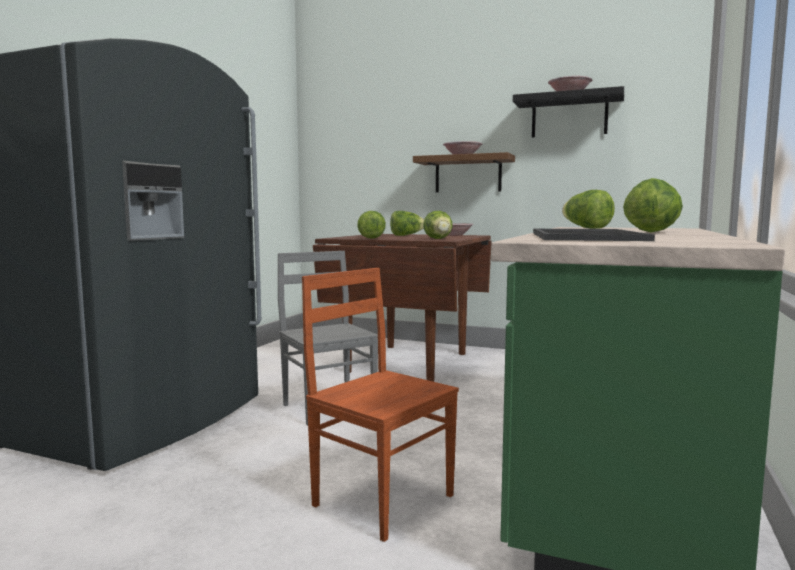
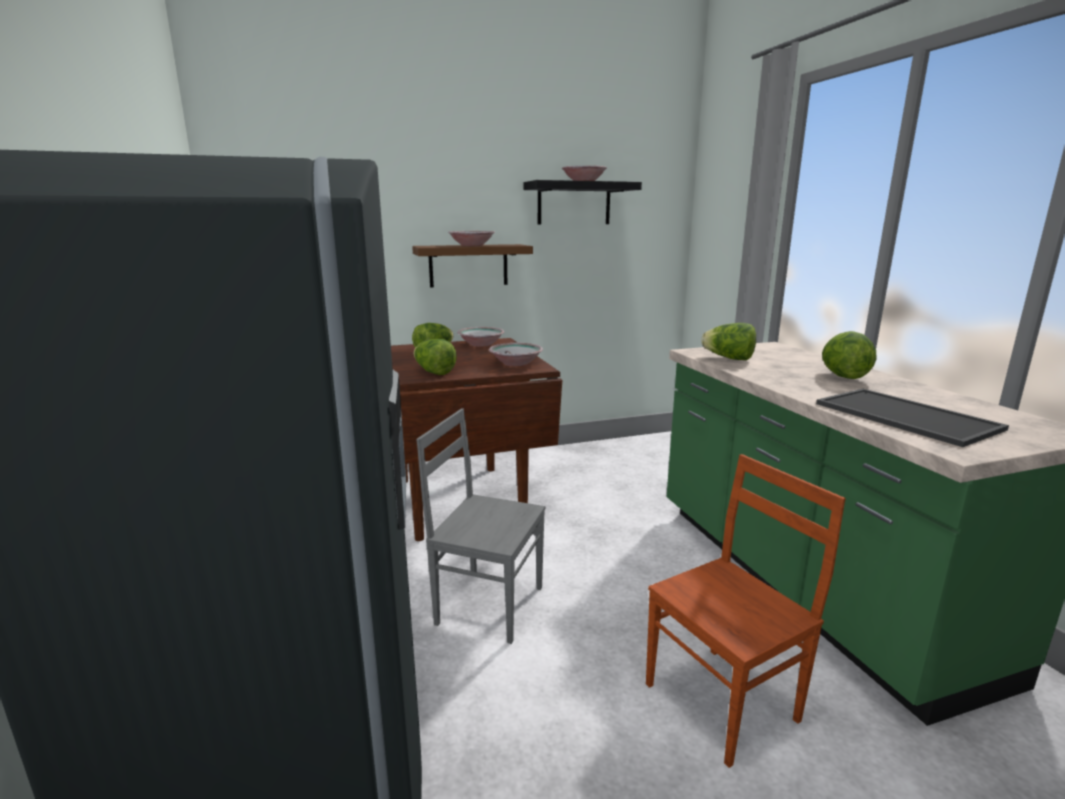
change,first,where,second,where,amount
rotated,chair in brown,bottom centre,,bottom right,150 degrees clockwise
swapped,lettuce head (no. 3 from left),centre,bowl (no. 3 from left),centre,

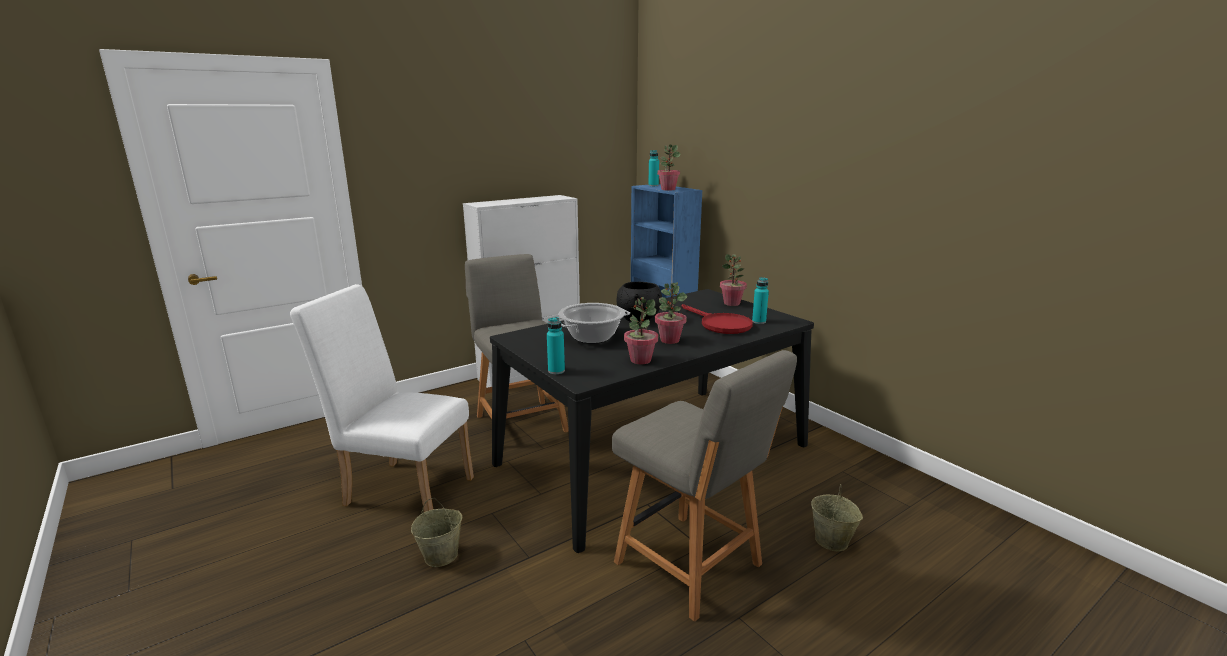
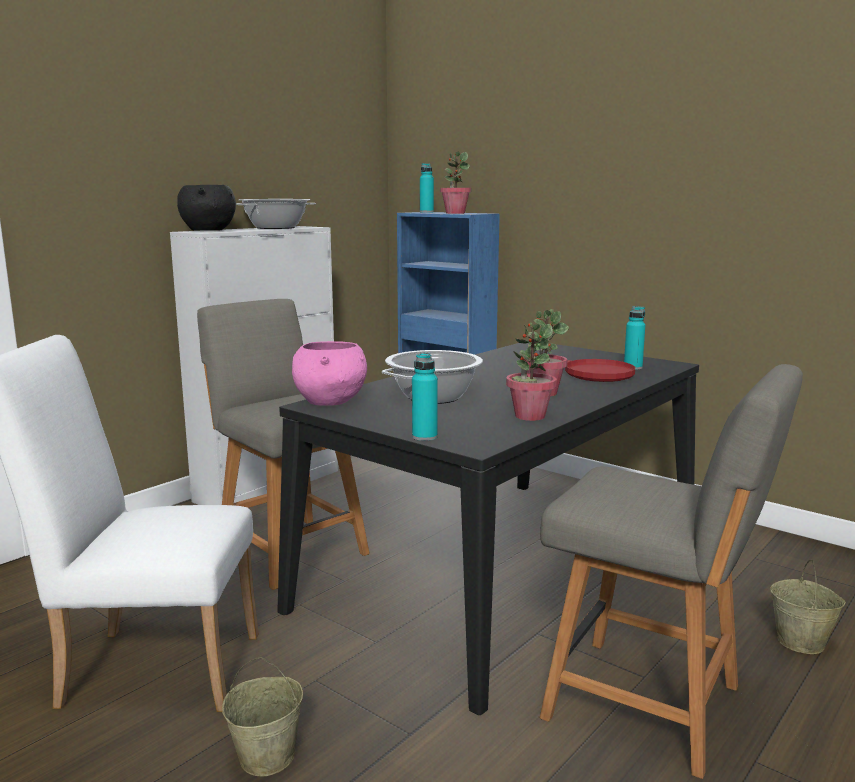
change,first,where,second,where,amount
shifted,bowl in black,centre,,top left,
gone,plant in a pot (no. 4 from left),centre,,,
new,,,cooking pot (no. 1 from left),top left,
new,,,bowl in pinkish,centre,

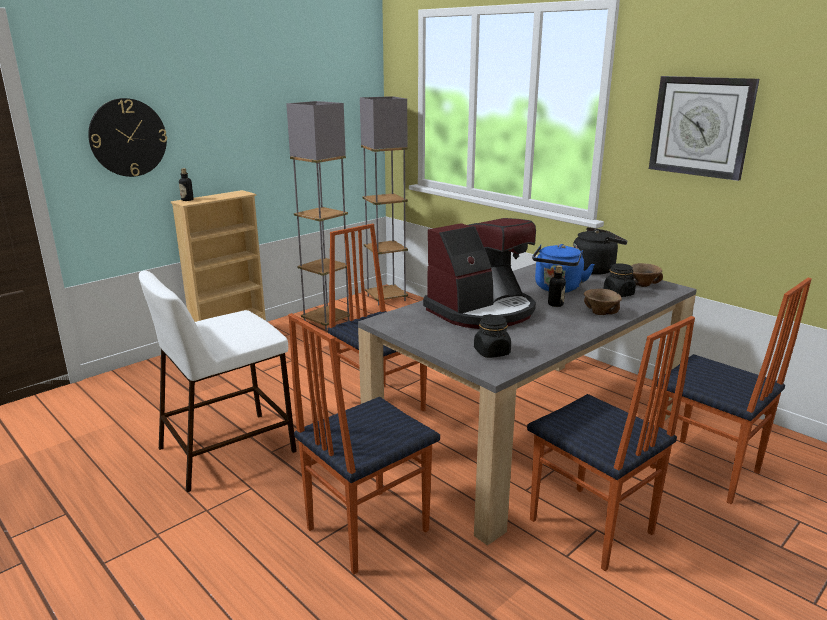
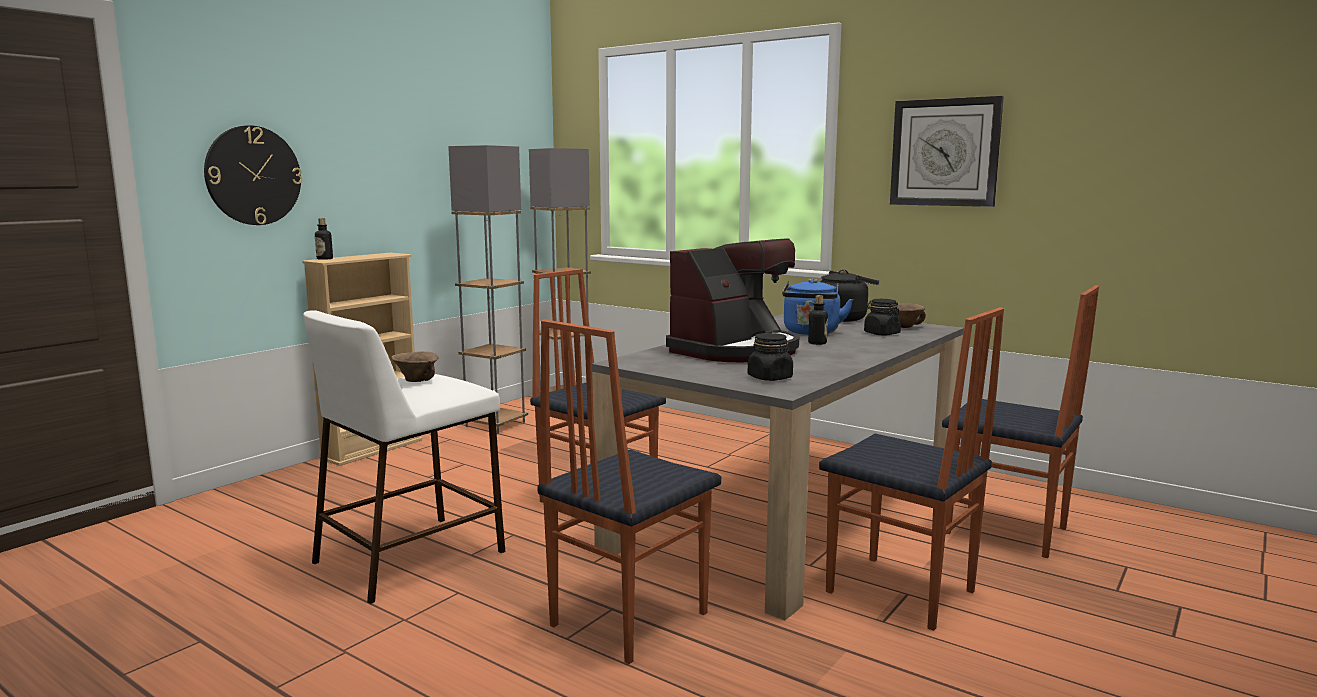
change,first,where,second,where,amount
shifted,bowl in brown (no. 1 from left),middle right,,middle left,

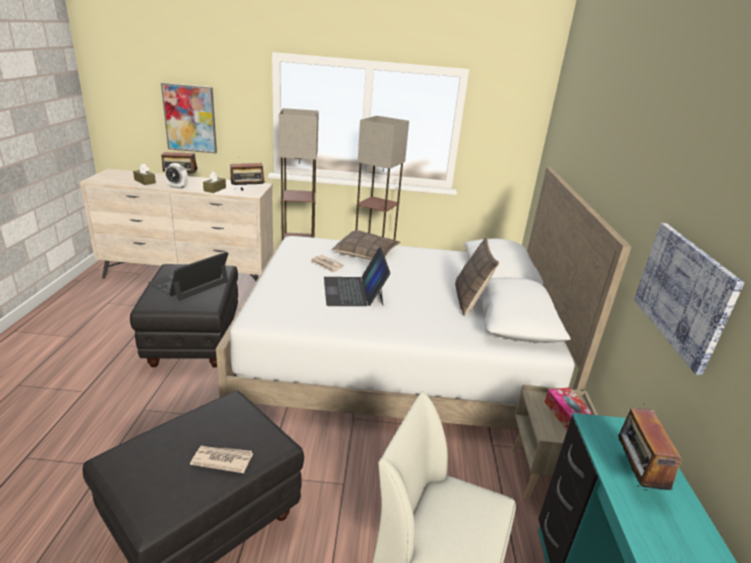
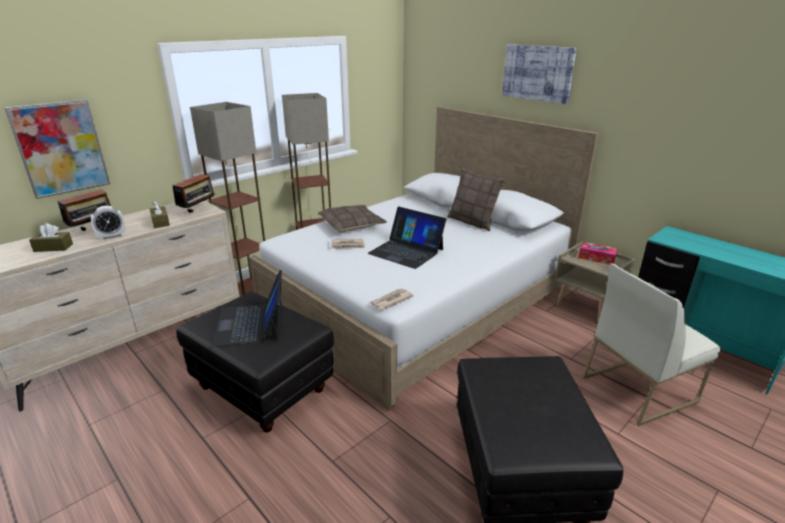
change,first,where,second,where,amount
shifted,printed paper (no. 1 from left in the first image),bottom left,printed paper (no. 2 from left),centre,
gone,radio (no. 3 from left),bottom right,,,
shifted,wall art (no. 2 from left),middle right,,top right,

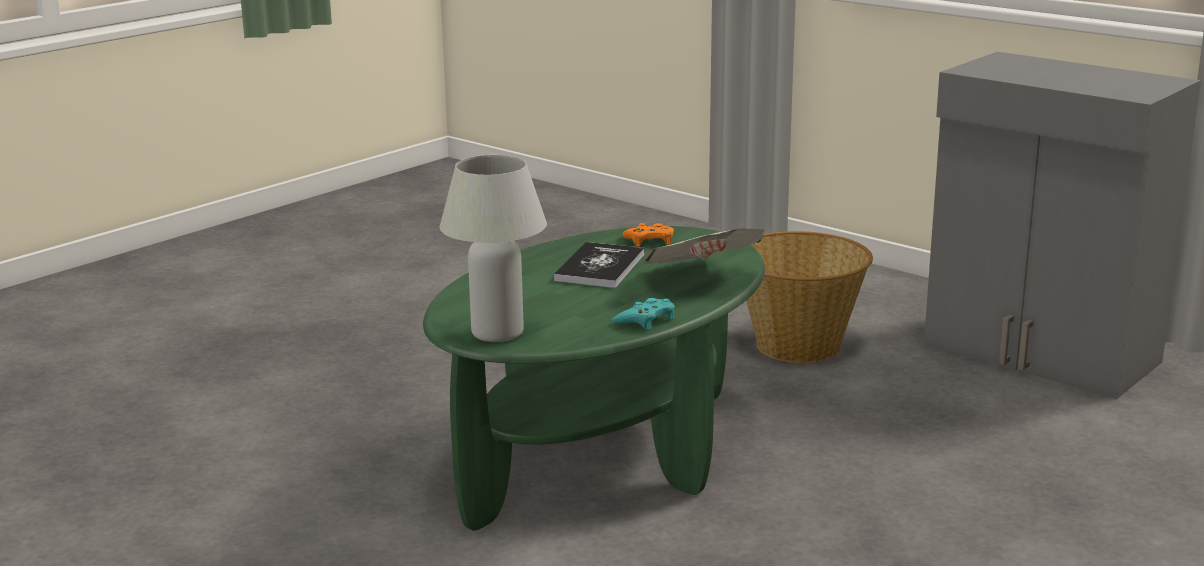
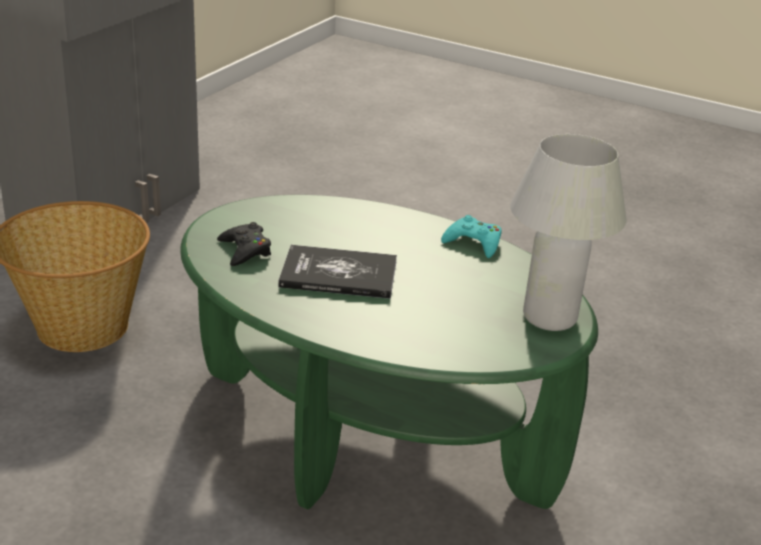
change,first,where,second,where,amount
repainted,joypad in orange-coloured,centre,joypad in black,middle left,
gone,printed paper,centre,,,

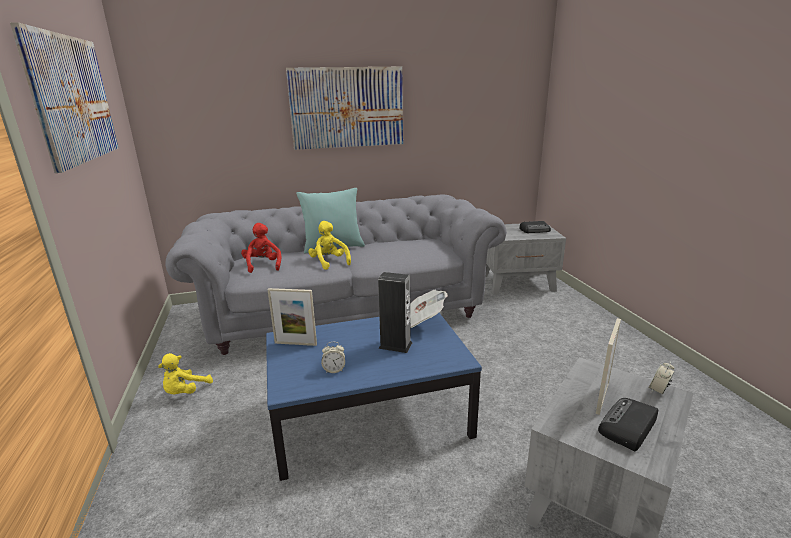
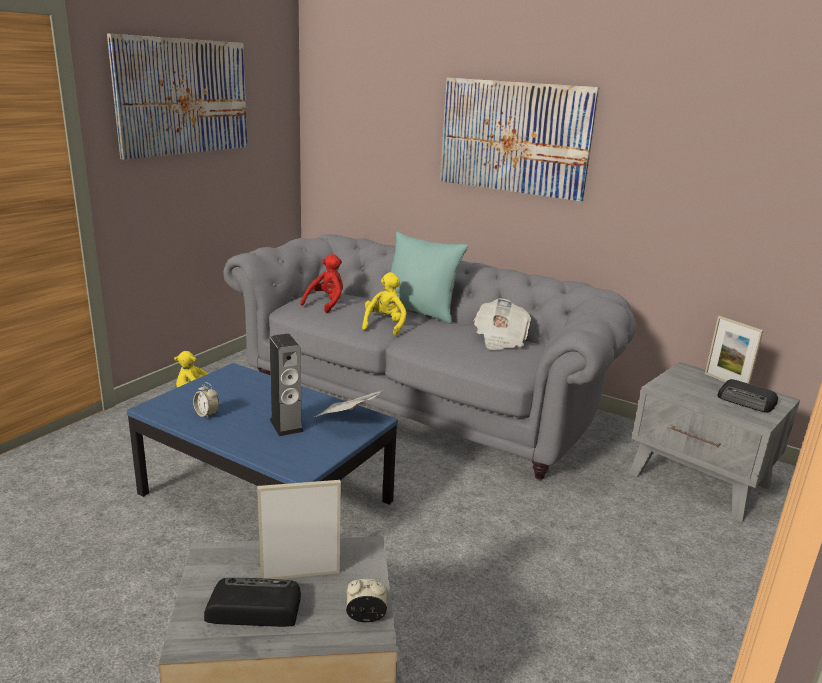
change,first,where,second,where,amount
shifted,picture frame (no. 1 from left in the first image),centre,picture frame (no. 2 from left),middle right,
new,,,printed paper (no. 2 from left),centre,

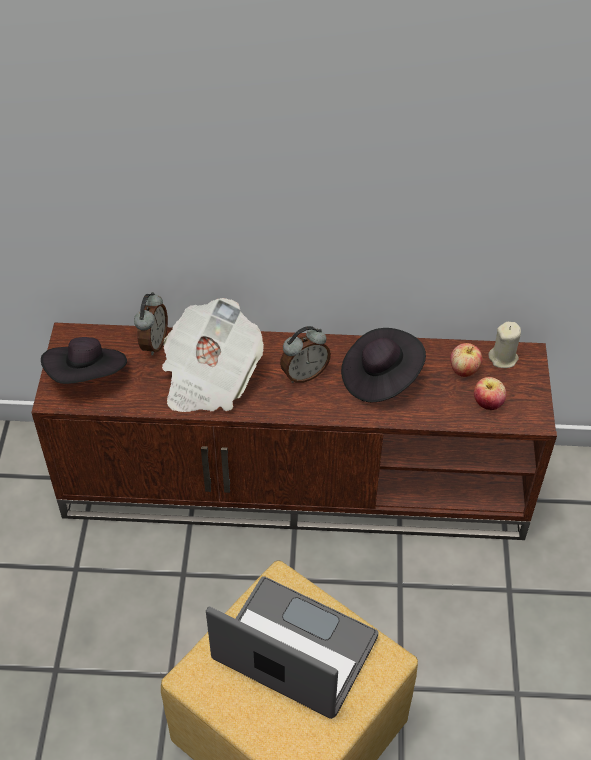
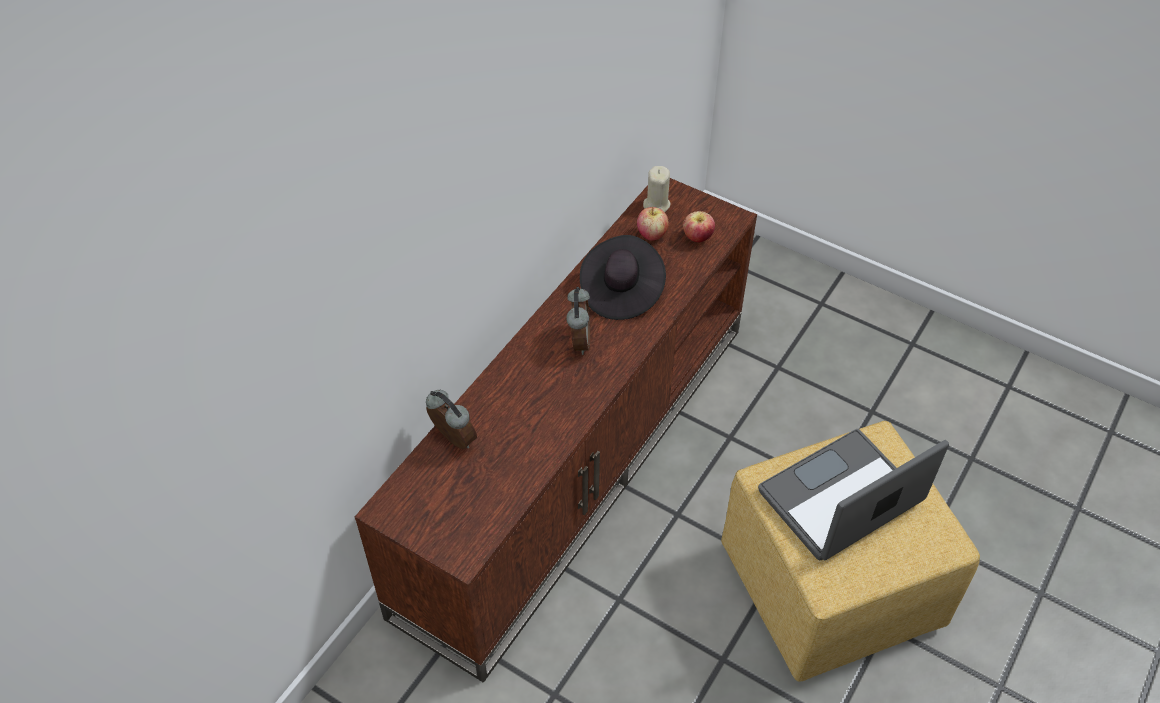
change,first,where,second,where,amount
gone,clothing hat in black (no. 1 from left),middle left,,,
gone,printed paper,centre,,,

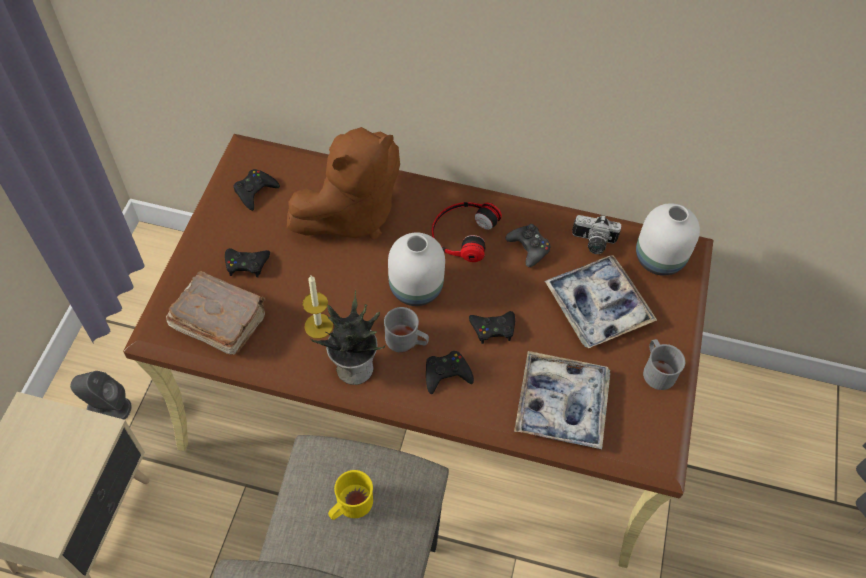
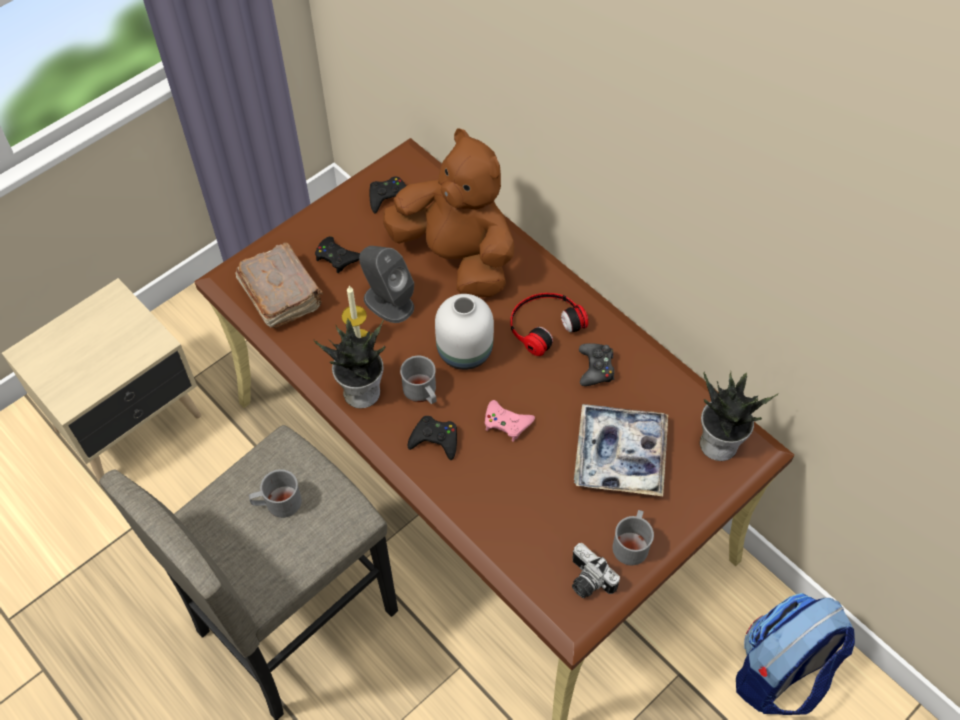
change,first,where,second,where,amount
shifted,audio speaker in grey,bottom left,,centre,
rotated,plush toy in brown,top centre,,top centre,135 degrees counterclockwise
repainted,coffee mug in yellow,bottom centre,coffee mug in grey (no. 1 from left),bottom left,
repainted,joypad in black (no. 4 from left),centre,joypad in pinkish,centre,
gone,carrying tray (no. 1 from left),bottom centre,,,
shifted,still camera,middle right,,bottom centre,
swapped,decorative vase in whitish (no. 2 from left),middle right,plant in a pot (no. 2 from left),middle right,
new,,,knapsack,bottom right,

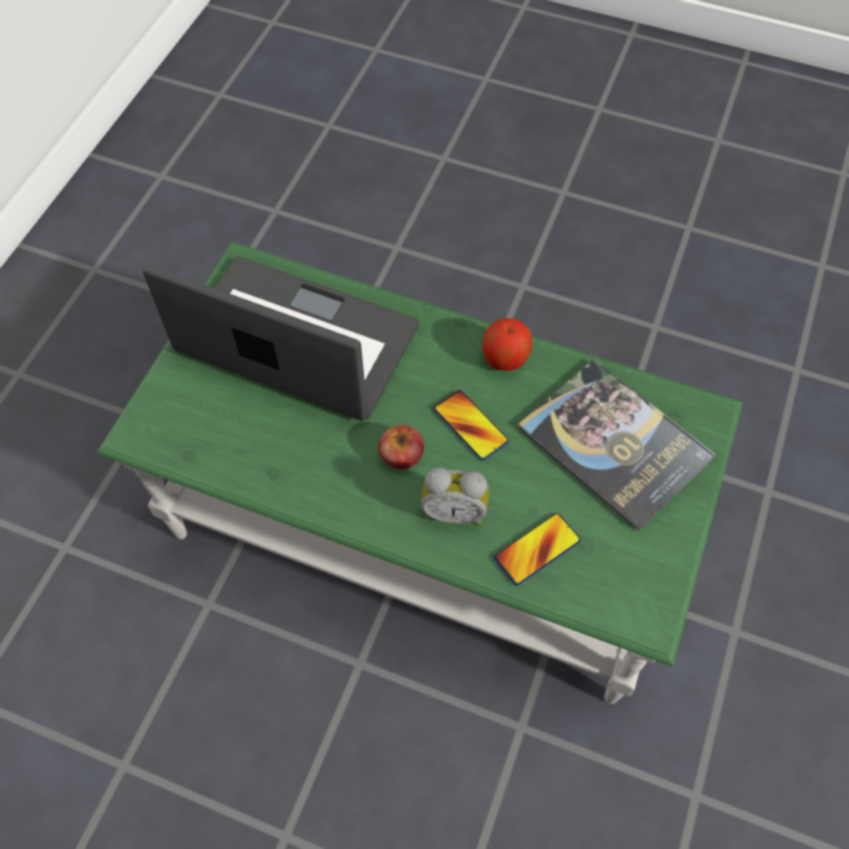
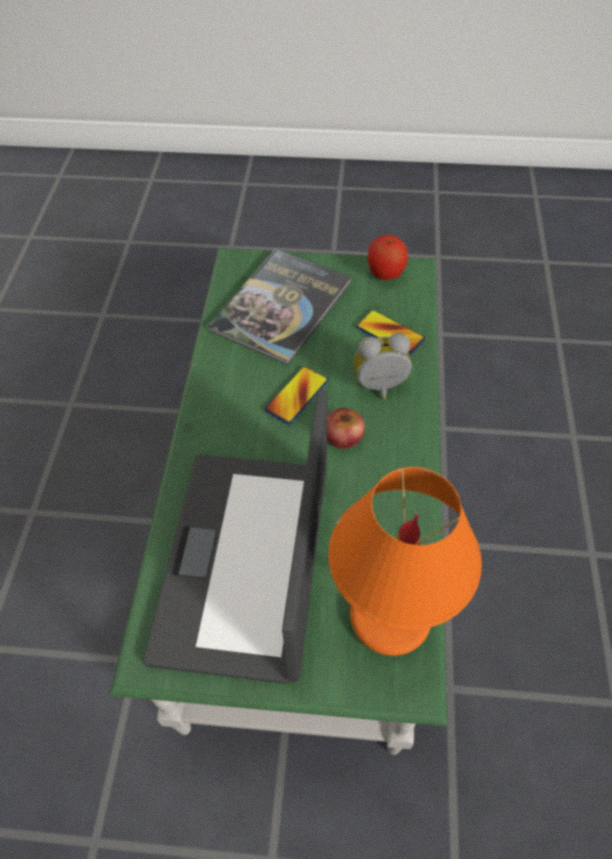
change,first,where,second,where,amount
rotated,alarm clock,centre,,centre,90 degrees counterclockwise
shifted,whole apple (no. 2 from left),centre,,top centre,
new,,,lamp for a table in orange-coloured,centre,

